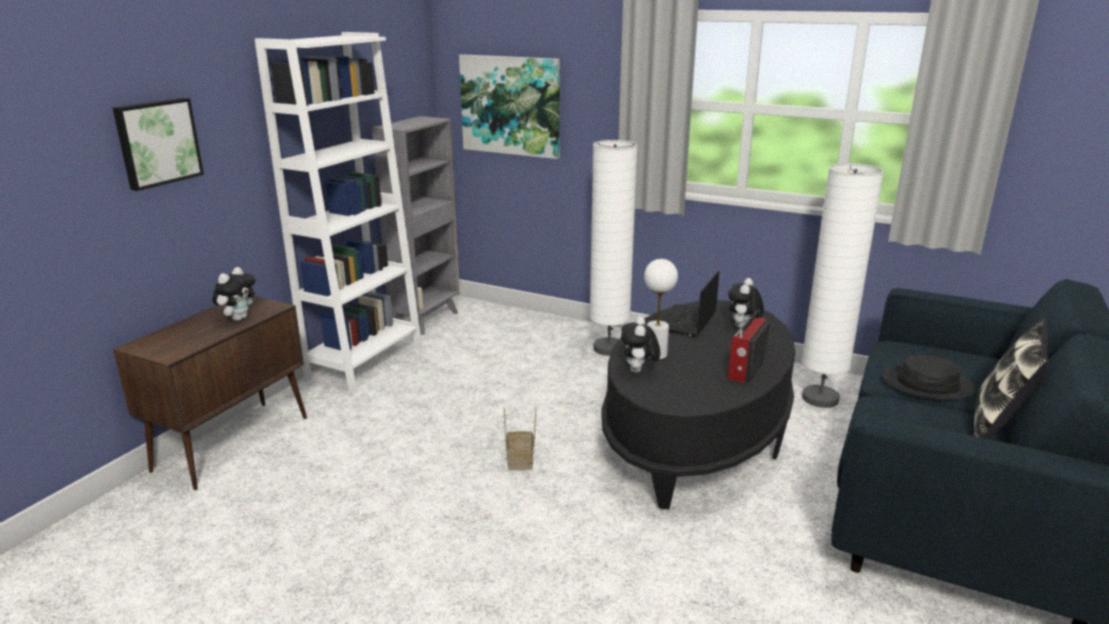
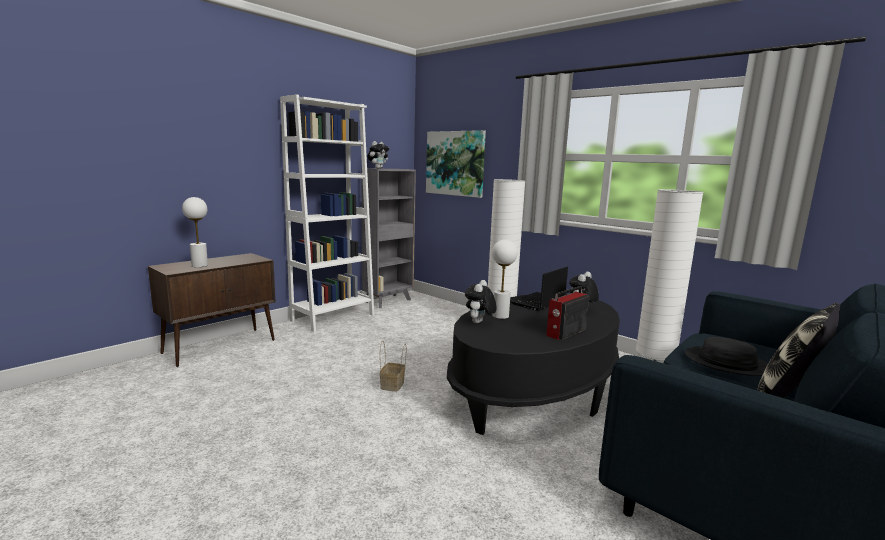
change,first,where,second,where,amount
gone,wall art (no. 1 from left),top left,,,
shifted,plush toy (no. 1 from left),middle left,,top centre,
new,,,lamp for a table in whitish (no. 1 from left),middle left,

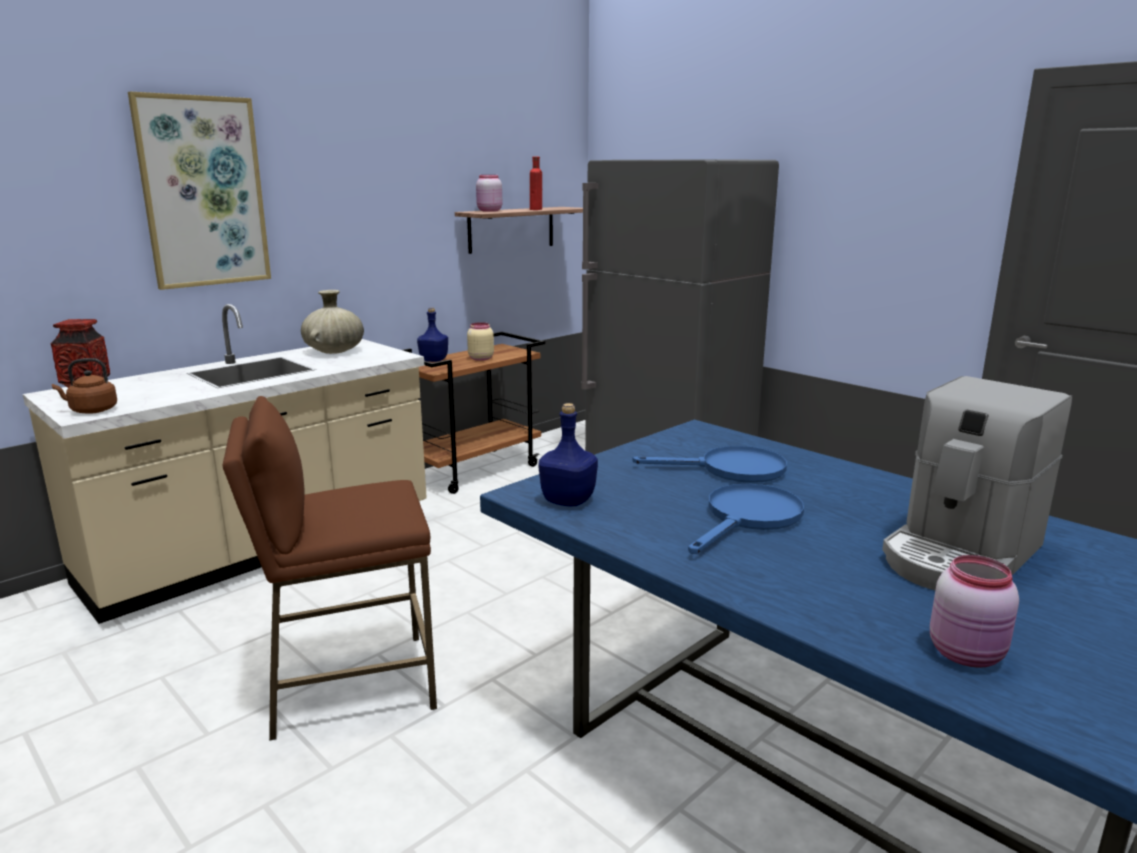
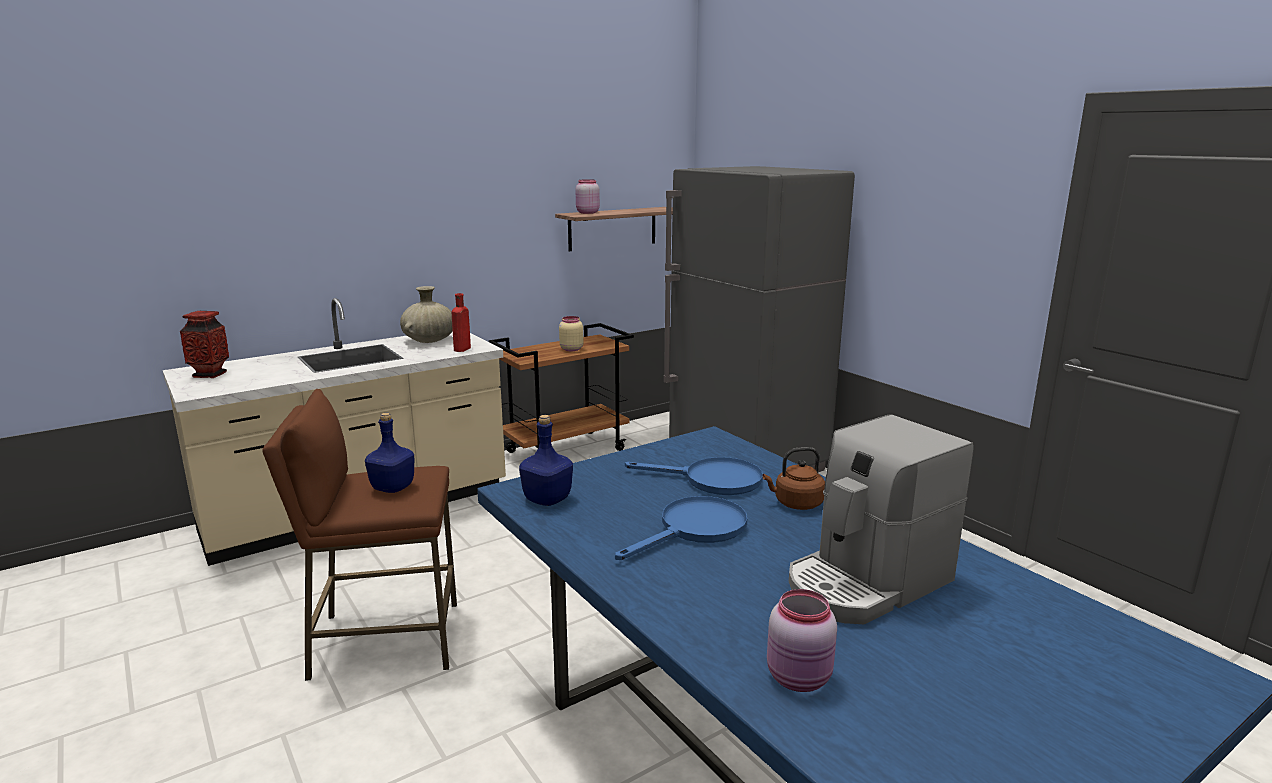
change,first,where,second,where,amount
shifted,water kettle in brown,middle left,,centre,
gone,wall art,top left,,,
shifted,bottle in bluish (no. 1 from left),centre,,middle left,
shifted,bottle in red,top centre,,centre,

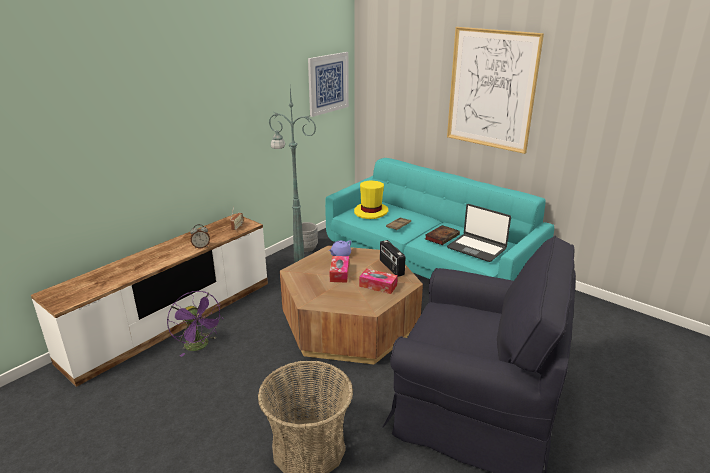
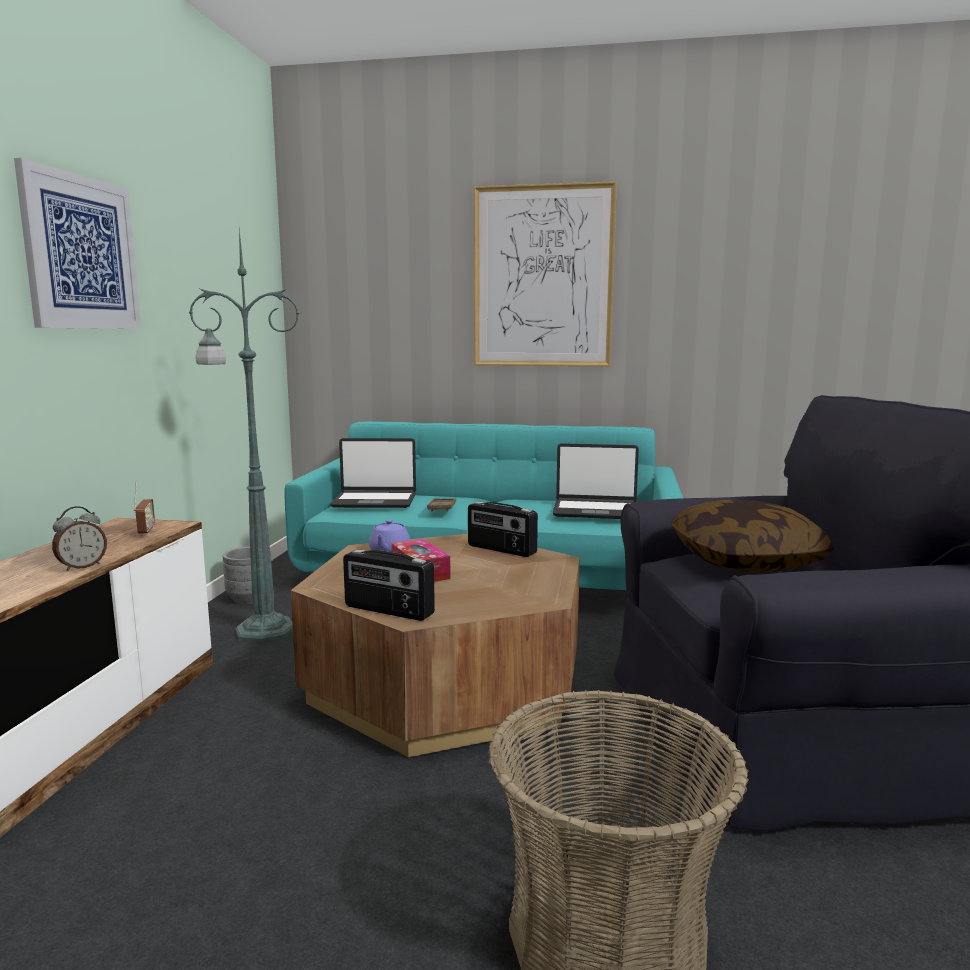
change,first,where,second,where,amount
gone,cooling fan in purple-coloured,bottom left,,,
shifted,wall art (no. 1 from left),top centre,,top left,
swapped,clothing hat in yellow,centre,portable computer (no. 1 from left),centre,
gone,tissue box (no. 2 from left),centre,,,
gone,book,centre,,,
new,,,radio (no. 2 from left),centre,
new,,,cushion,middle right,

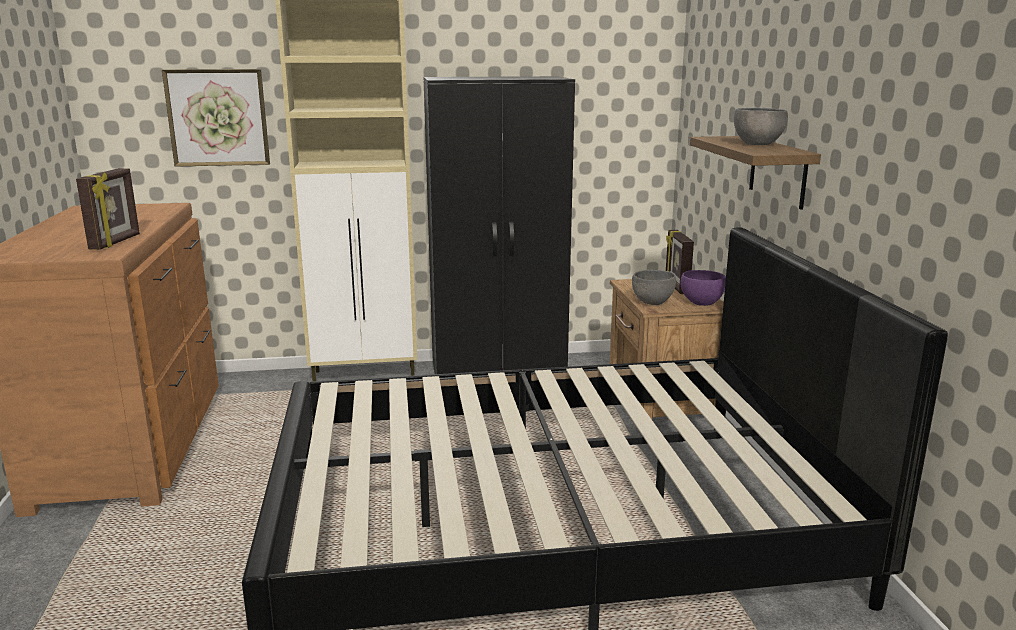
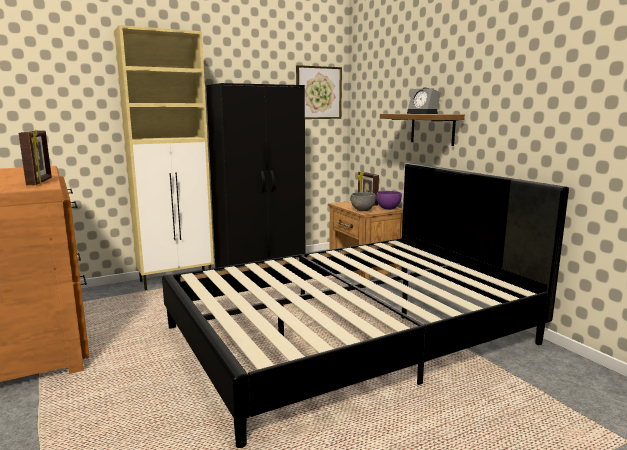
change,first,where,second,where,amount
shifted,wall art,top left,,top centre,
swapped,bowl in grey (no. 2 from left),top right,alarm clock,top right,

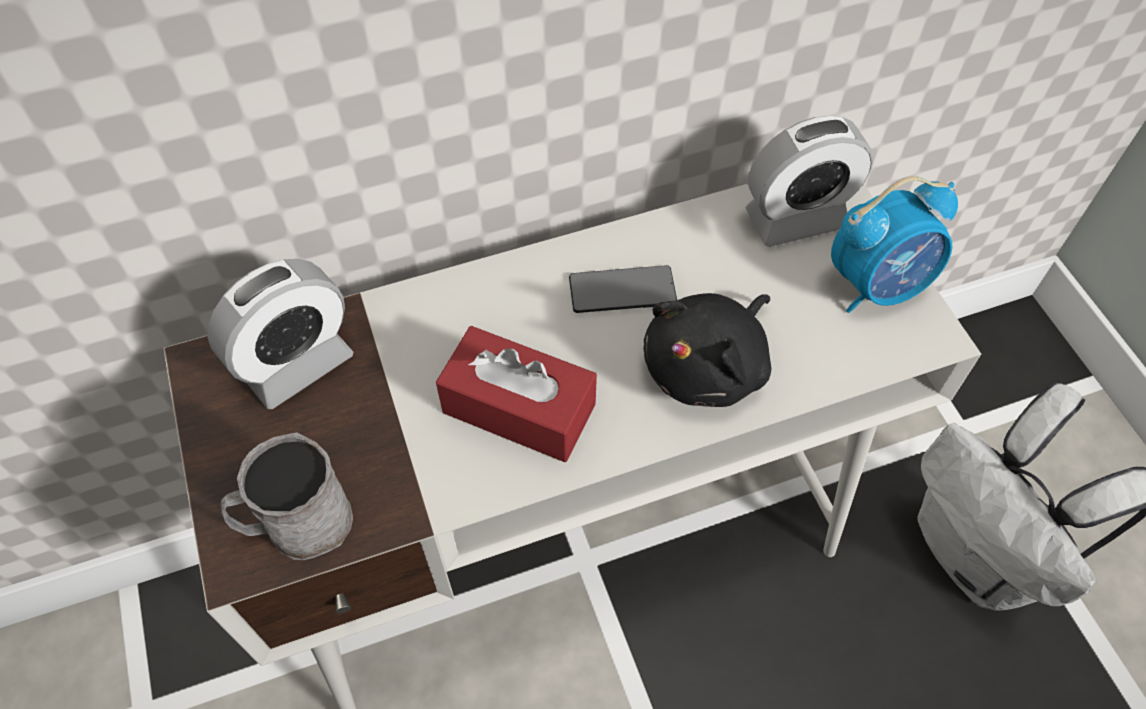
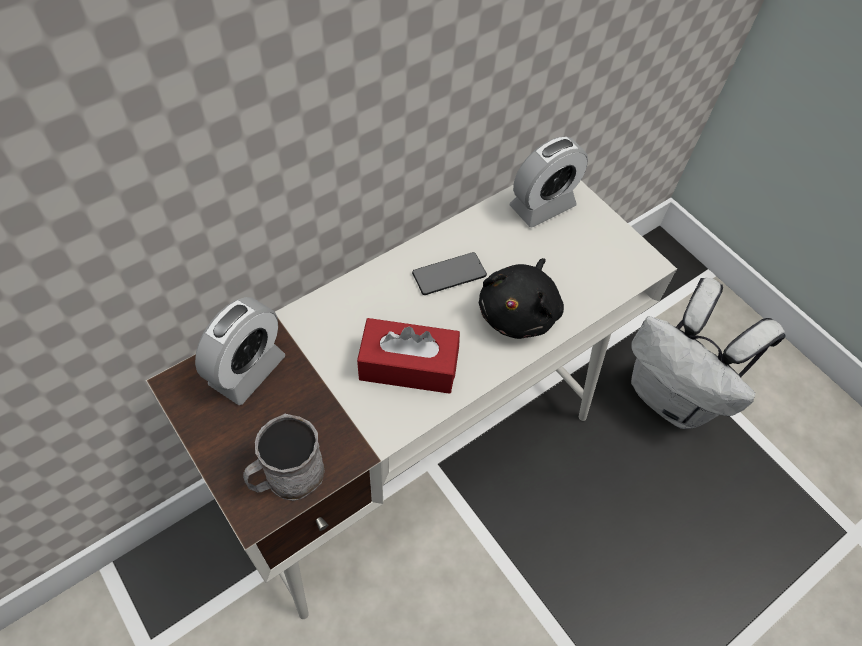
change,first,where,second,where,amount
gone,alarm clock (no. 3 from left),middle right,,,

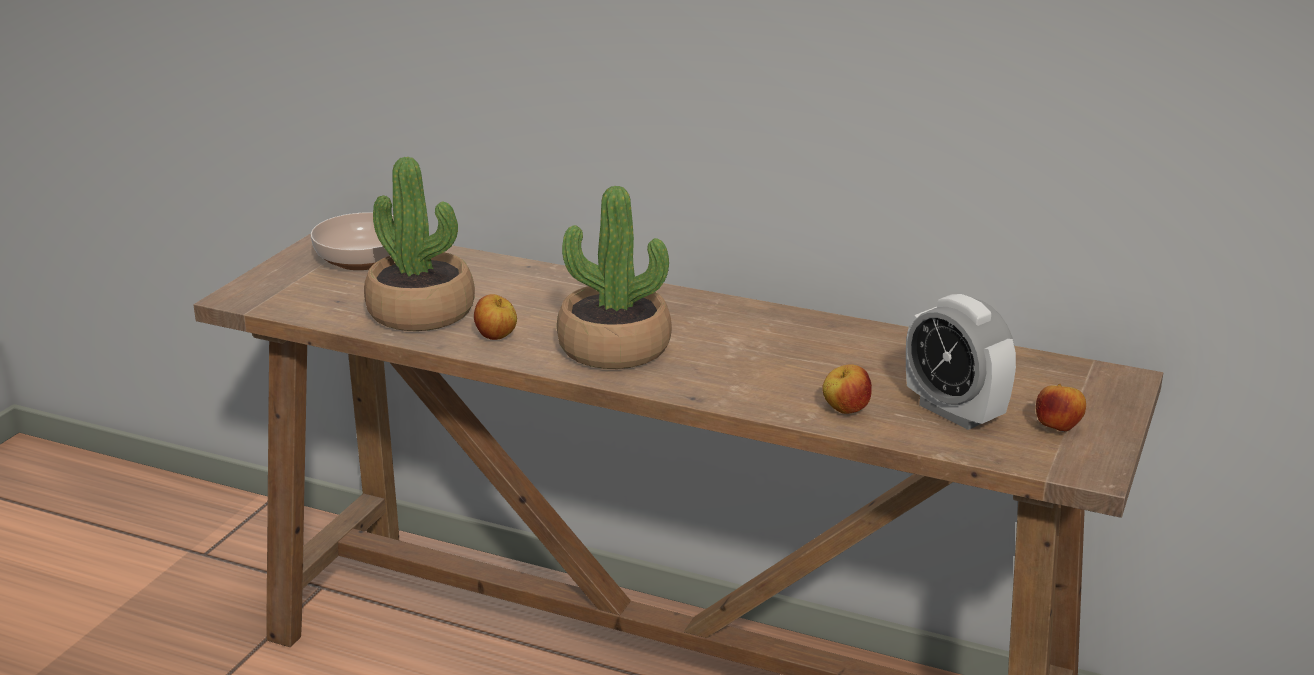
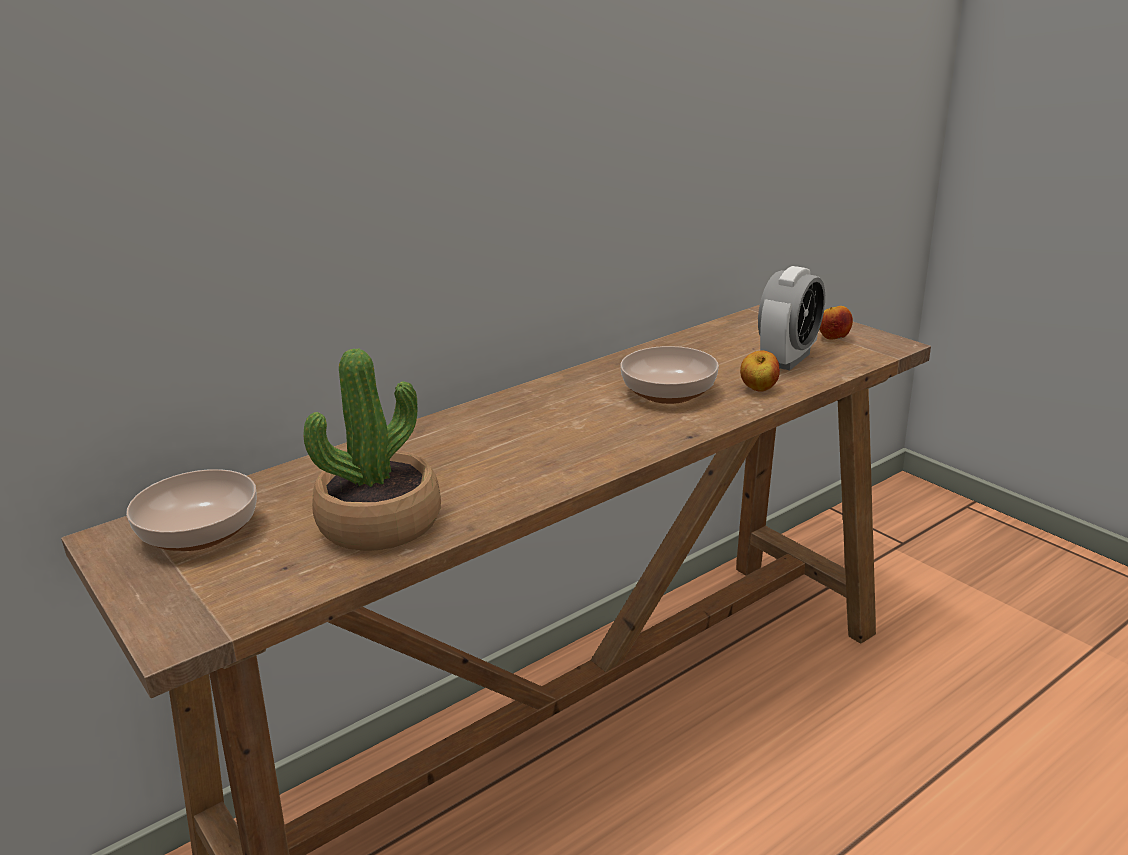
change,first,where,second,where,amount
gone,whole apple (no. 1 from left),centre,,,
gone,plant in a pot (no. 2 from left),centre,,,
rotated,alarm clock,middle right,,middle right,45 degrees counterclockwise
new,,,bowl (no. 2 from left),centre,

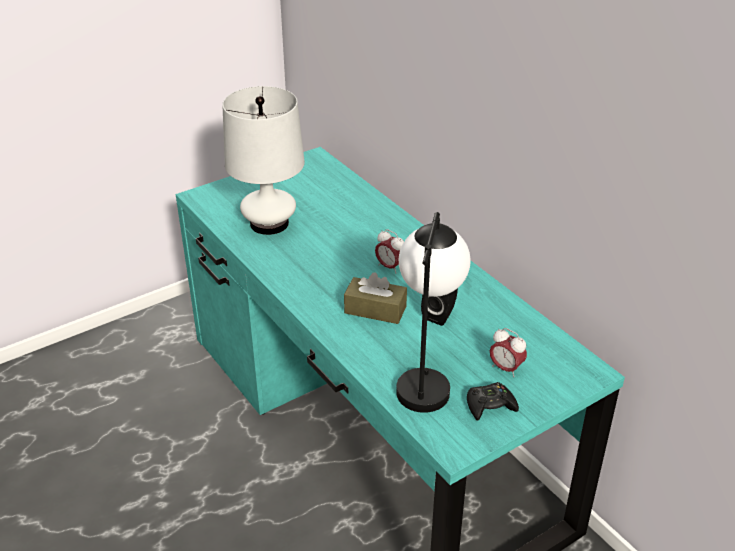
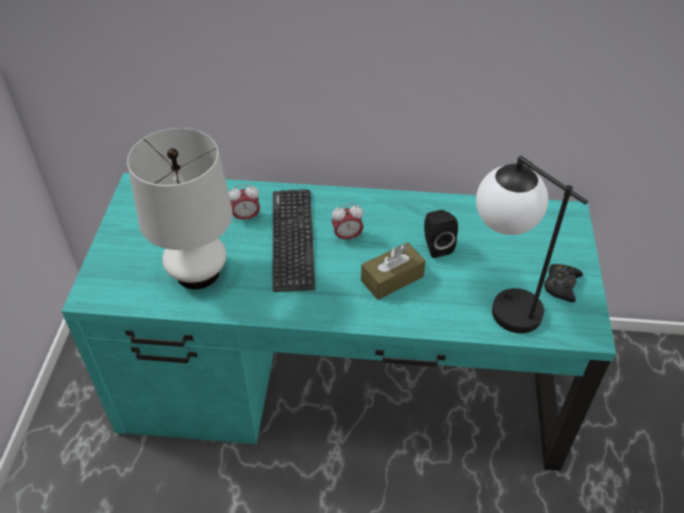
change,first,where,second,where,amount
shifted,alarm clock (no. 2 from left in the first image),middle right,alarm clock (no. 1 from left),centre,
new,,,keyboard,centre,

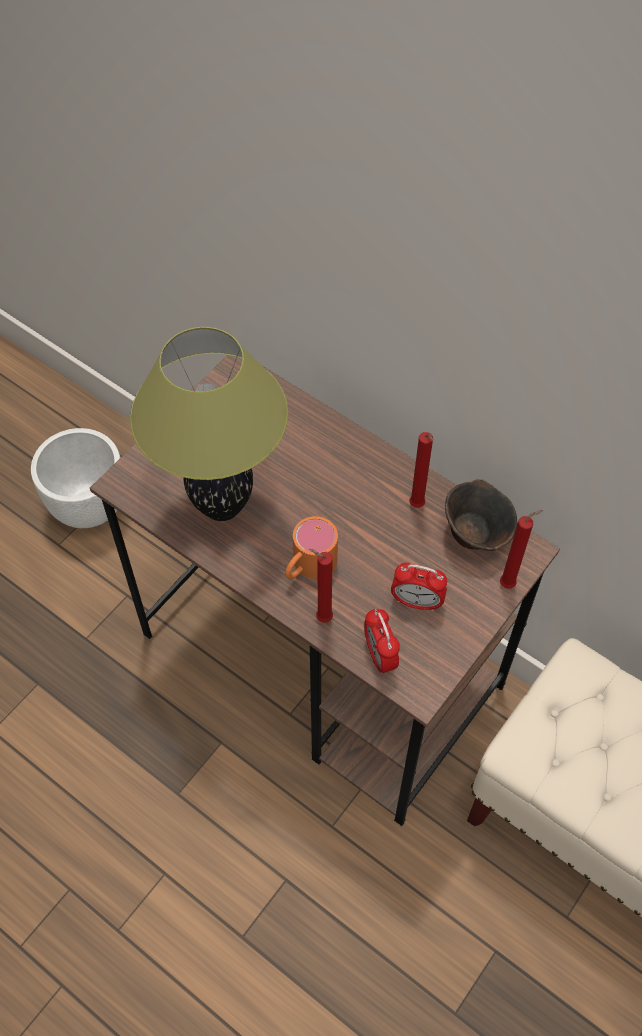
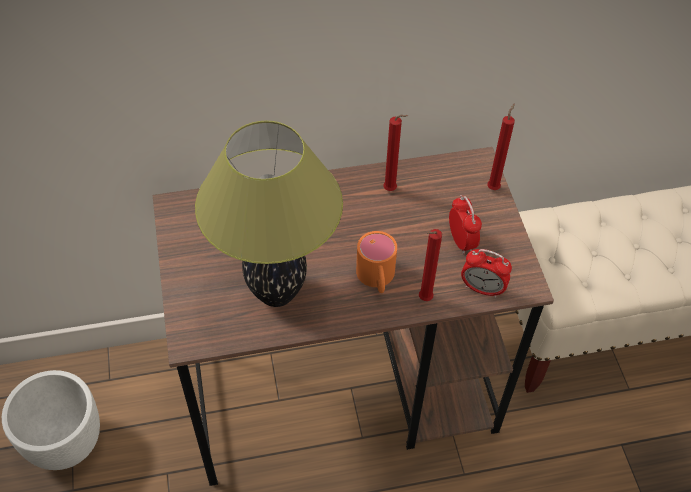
change,first,where,second,where,amount
rotated,alarm clock (no. 2 from left in the first image),centre,alarm clock (no. 1 from left),middle right,75 degrees counterclockwise
gone,bowl in brown,middle right,,,

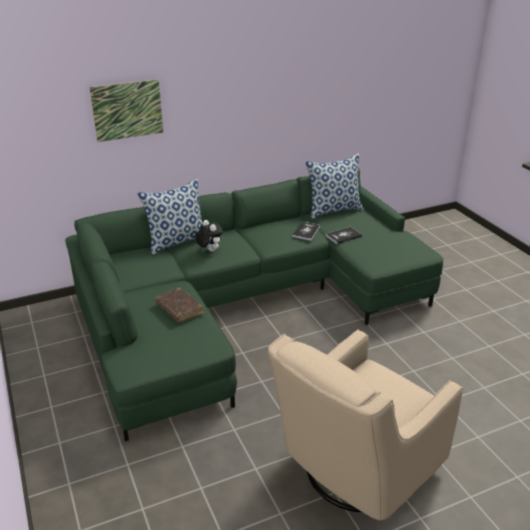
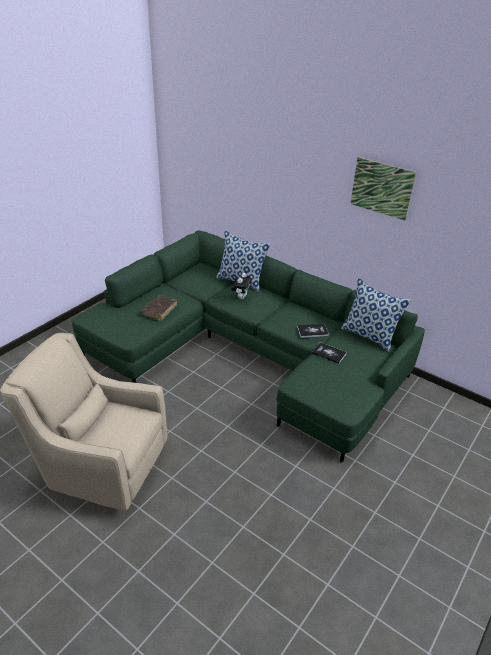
change,first,where,second,where,amount
shifted,wall art,top left,,top right,

